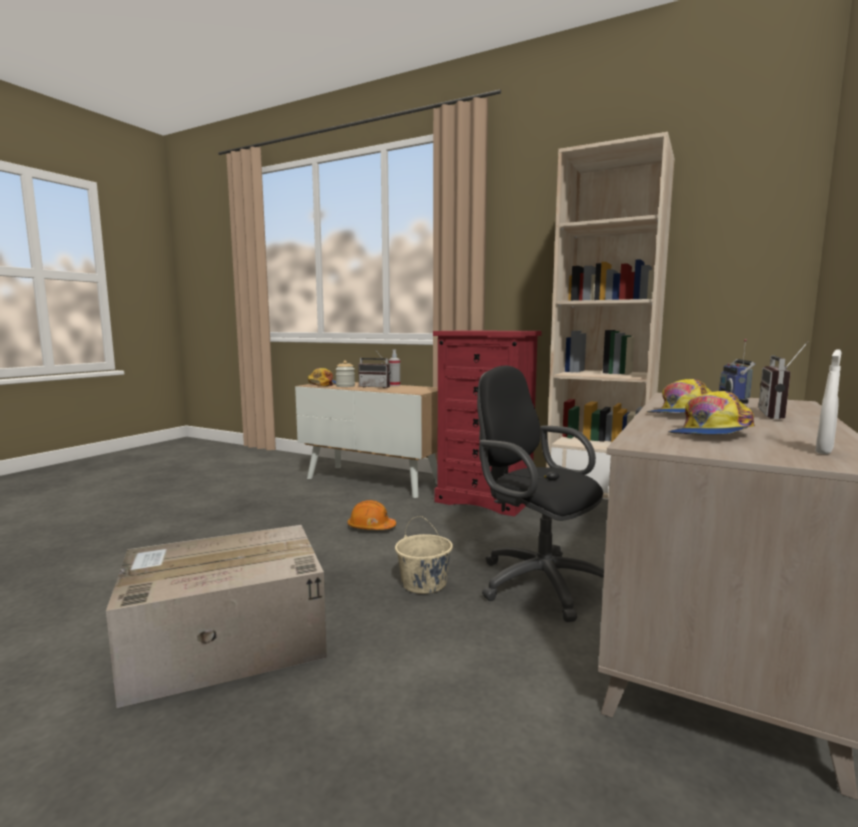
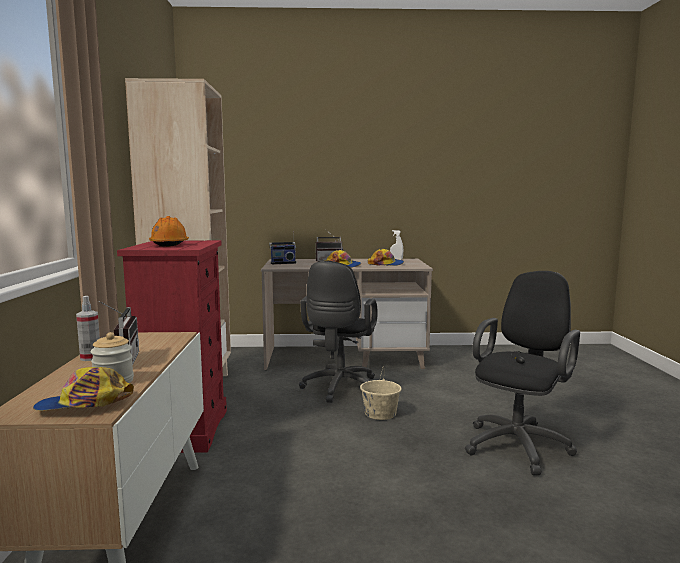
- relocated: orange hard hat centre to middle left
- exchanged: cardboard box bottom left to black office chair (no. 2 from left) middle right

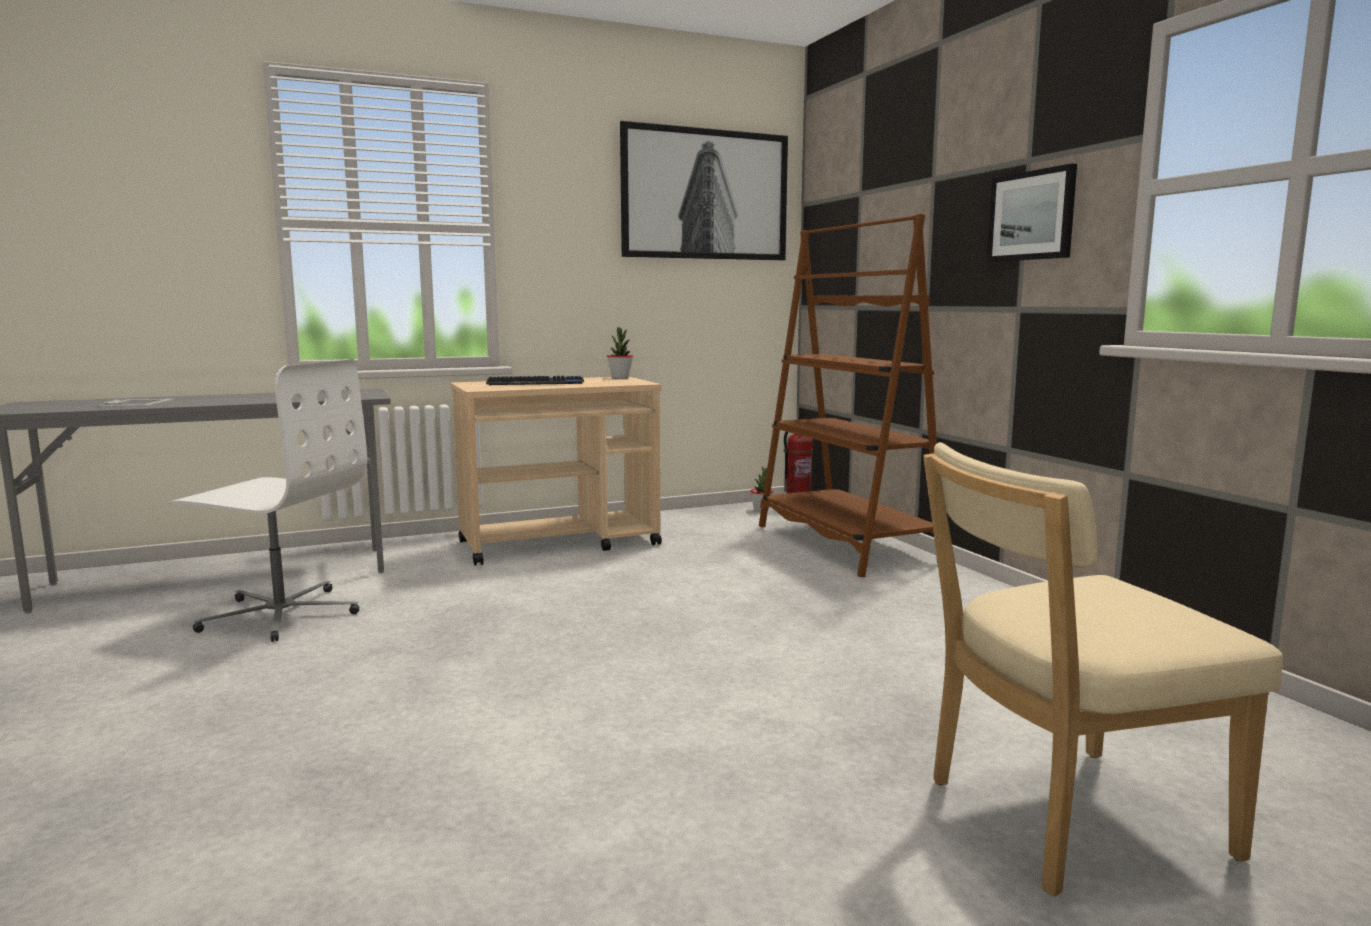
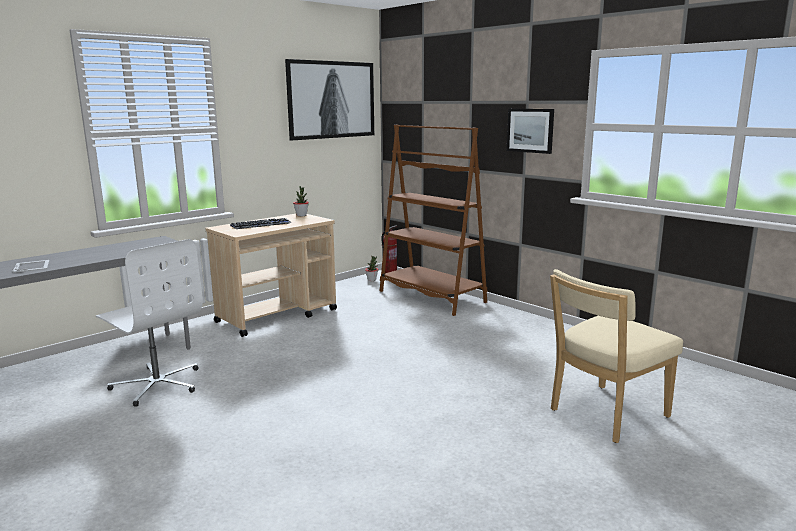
- spun: white office chair middle left = middle left 45 degrees clockwise

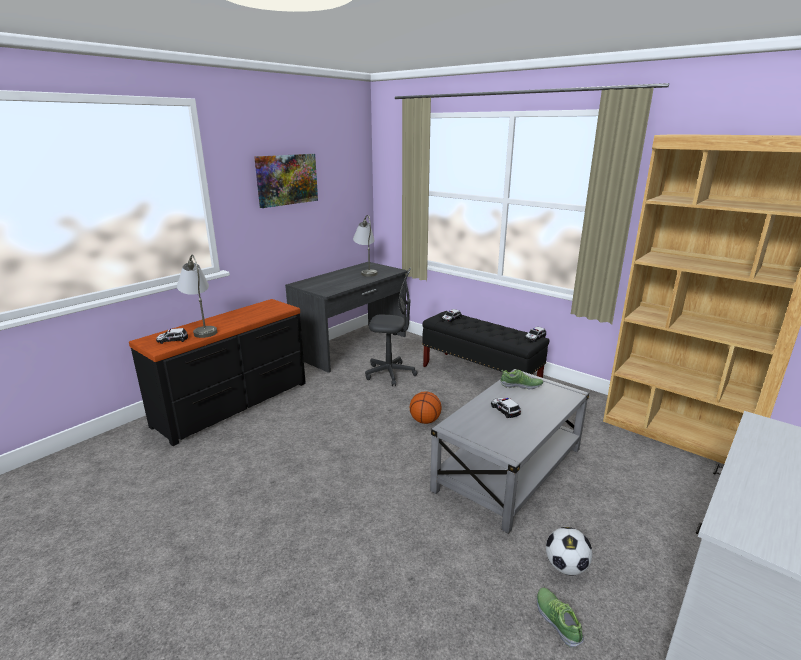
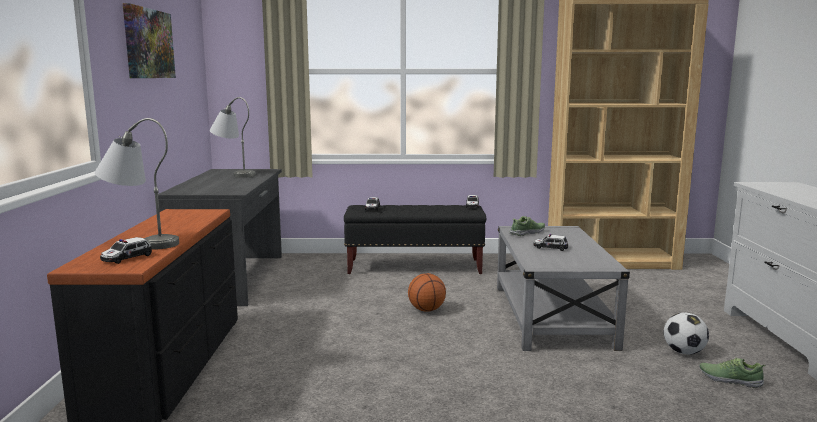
- missing: grey office chair centre

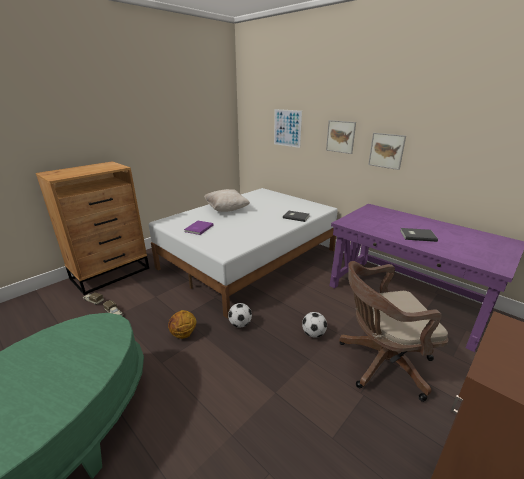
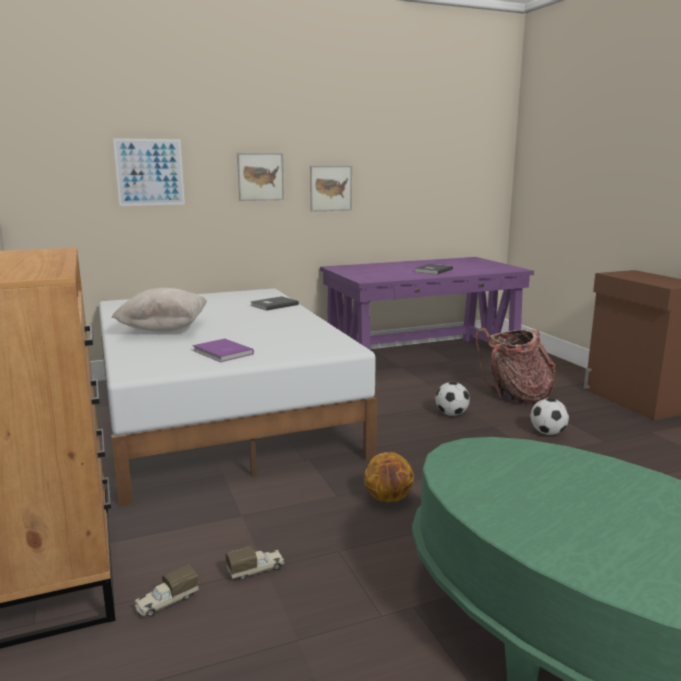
- relocated: football (no. 1 from left in the first image) centre to football (no. 2 from left) middle right
- exchanged: brown office chair bottom right to backpack middle right

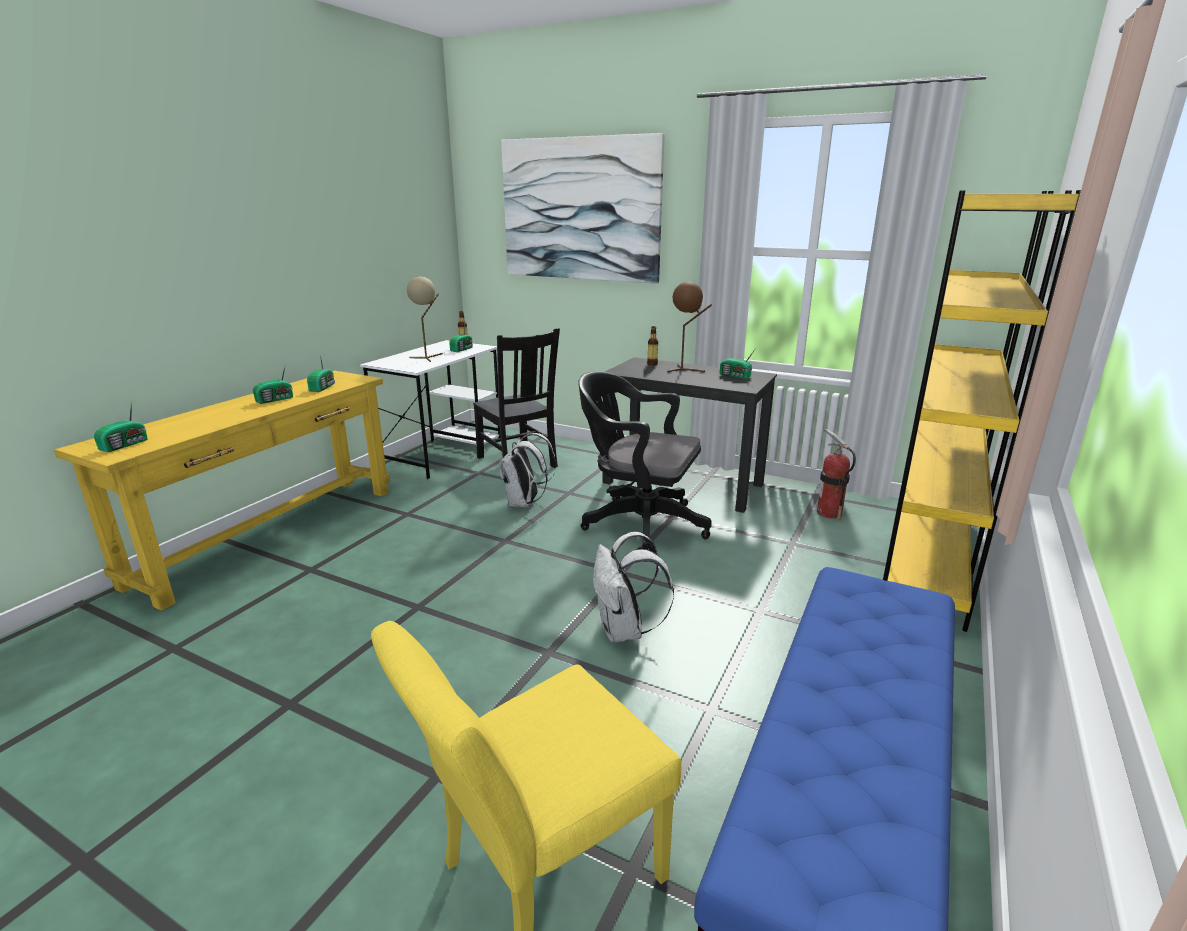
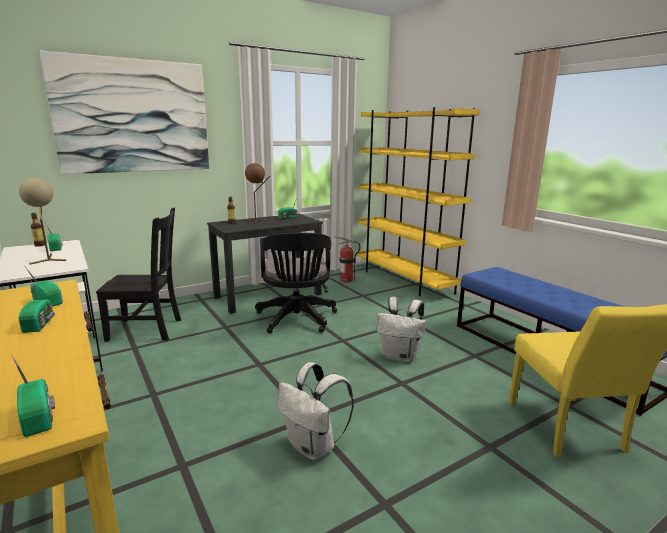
- relocated: white backpack (no. 1 from left) centre to bottom centre
- spun: black office chair centre = centre 60 degrees counterclockwise

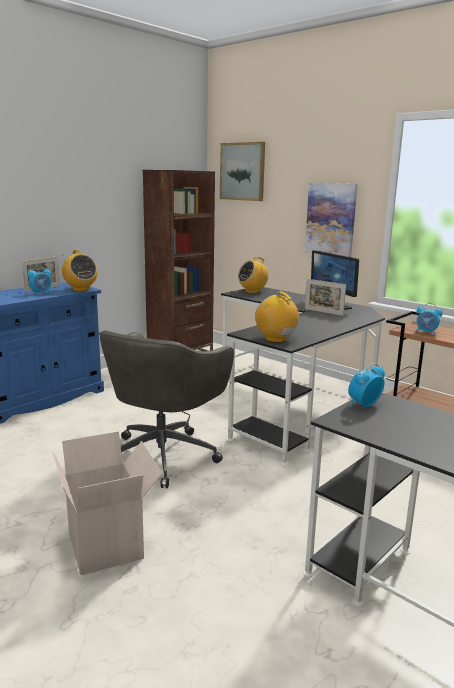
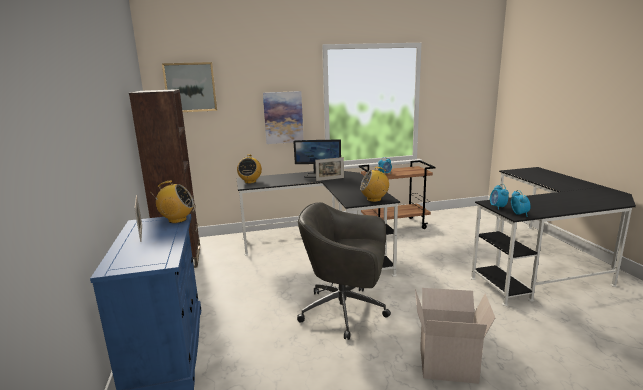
- relocated: alarm clock (no. 1 from left in the first image) middle left to alarm clock (no. 3 from left) middle right
- spun: grey office chair centre = bottom centre 135 degrees clockwise

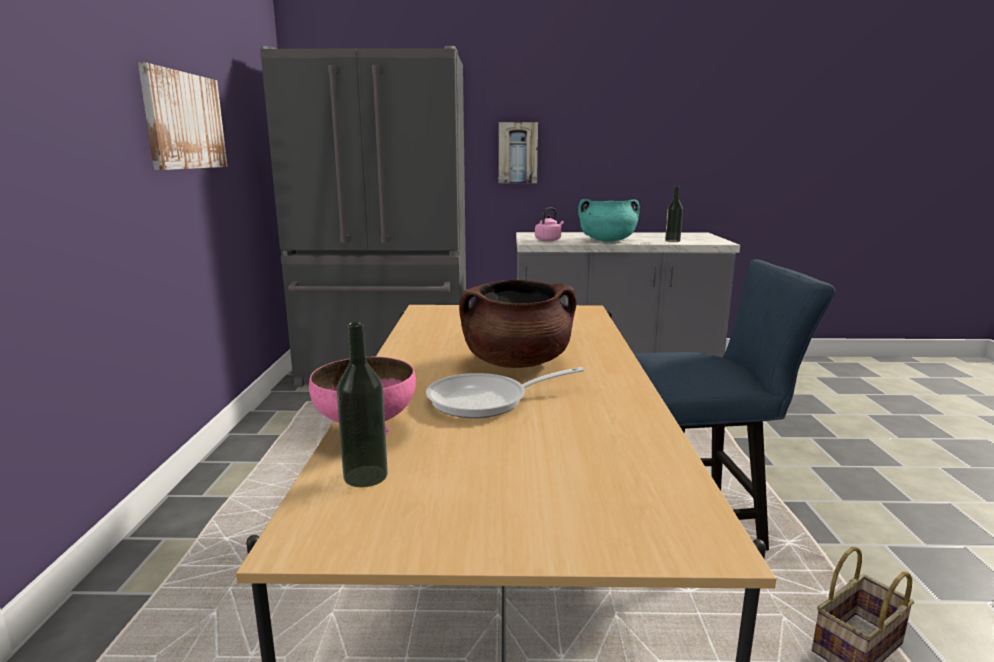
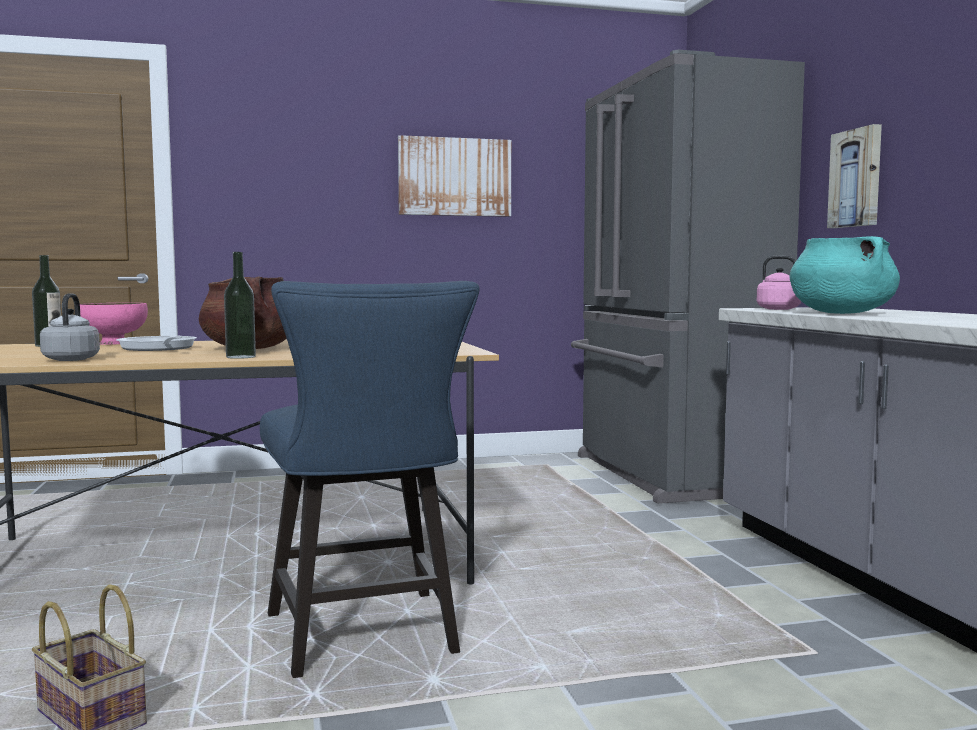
- appeared: grey kettle middle left
- relocated: bottle (no. 2 from left) top right to middle left

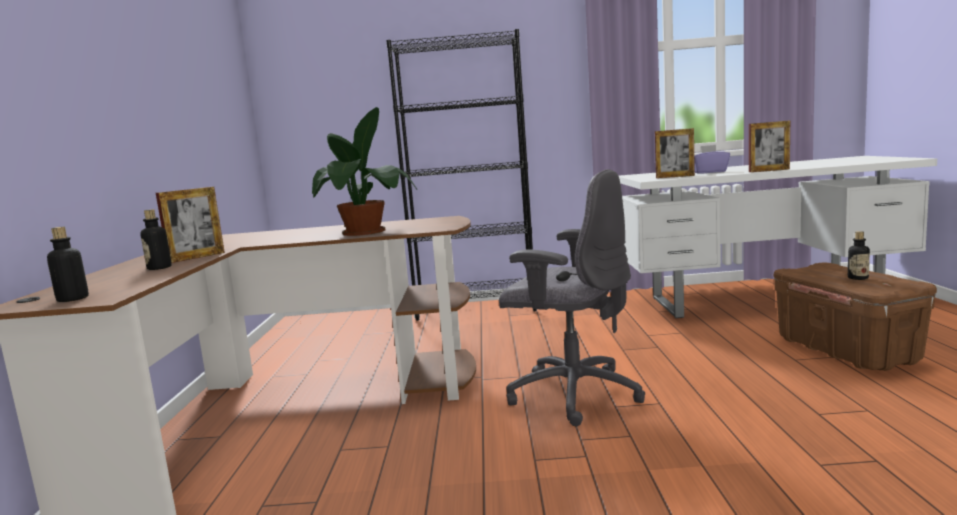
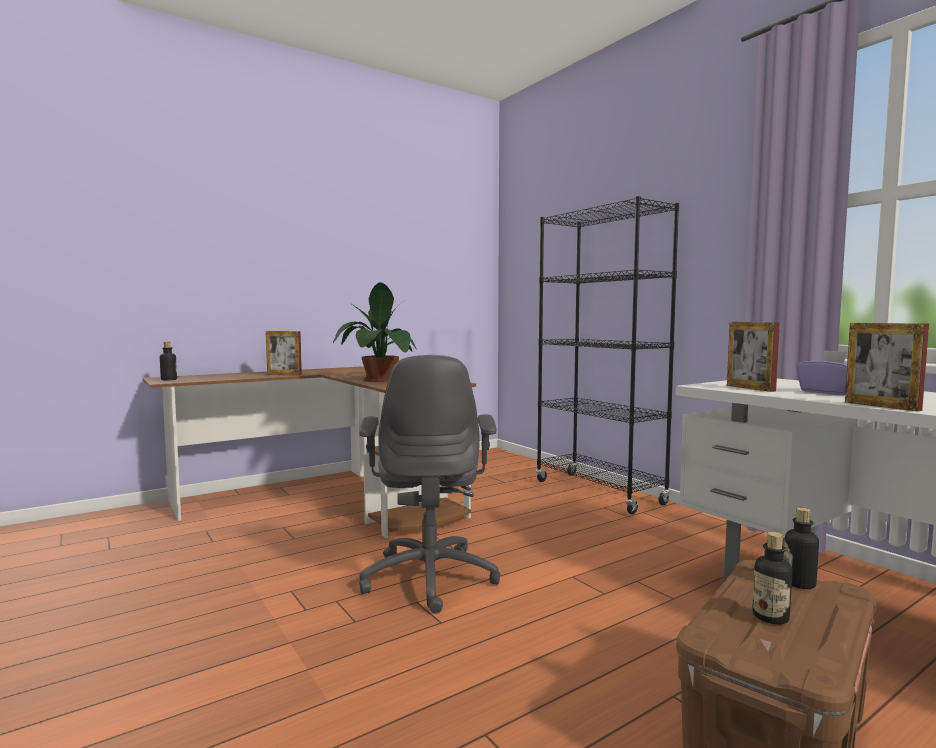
- relocated: bottle (no. 2 from left in the first image) middle left to bottle (no. 3 from left) bottom right

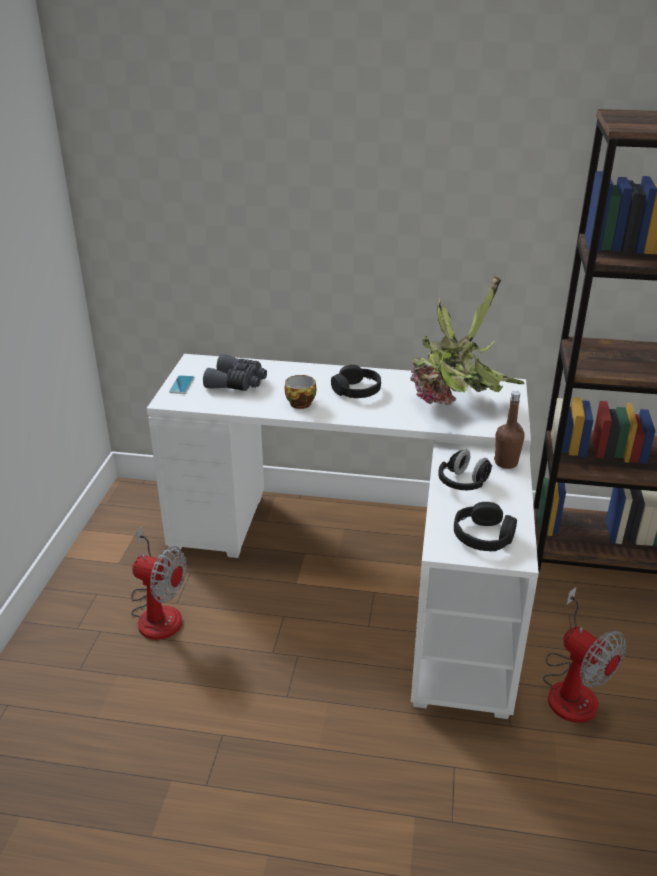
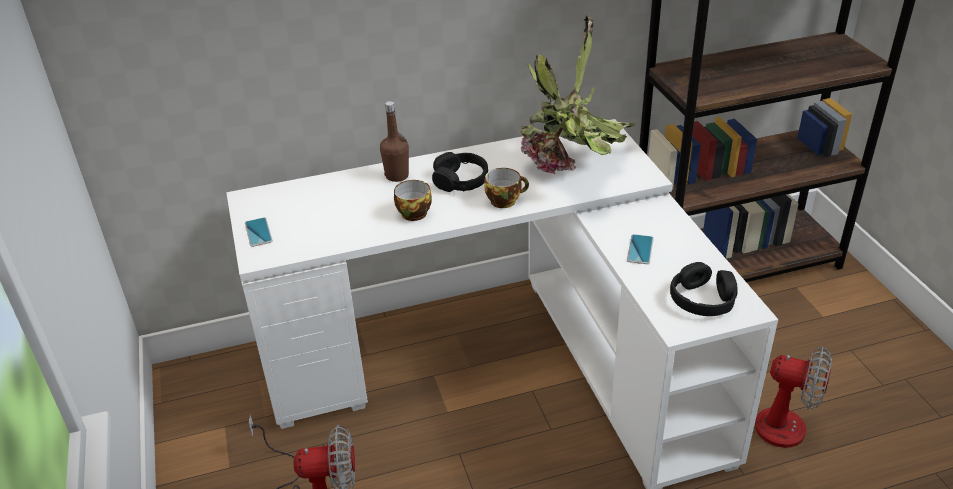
- missing: grey binoculars centre
- appeared: cup (no. 2 from left) centre
- relocated: brown bottle middle right to top centre
- exchanged: black headphones (no. 2 from left) middle right to phone (no. 2 from left) middle right

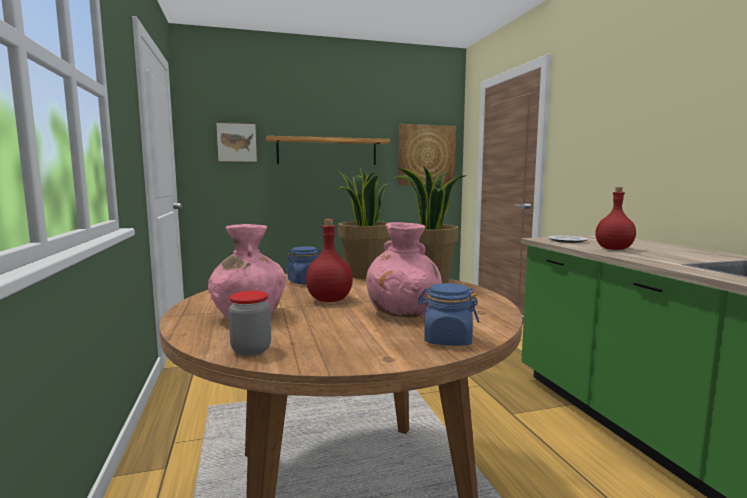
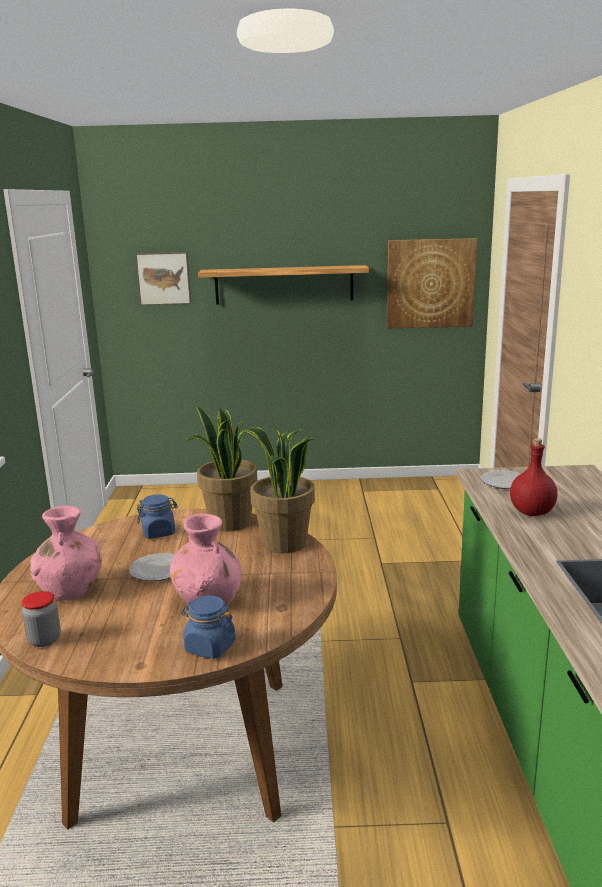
- exchanged: red bottle (no. 1 from left) centre to plate (no. 1 from left) middle left

